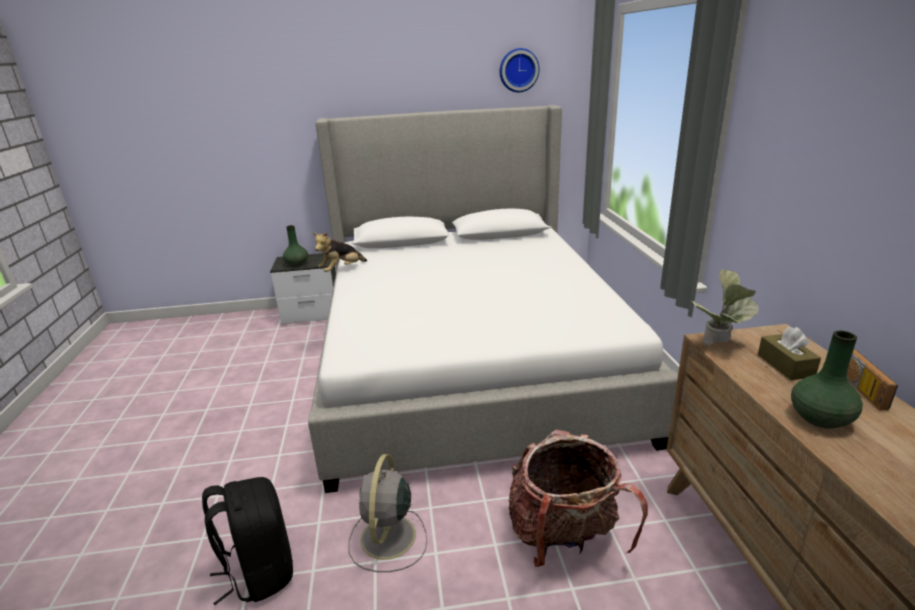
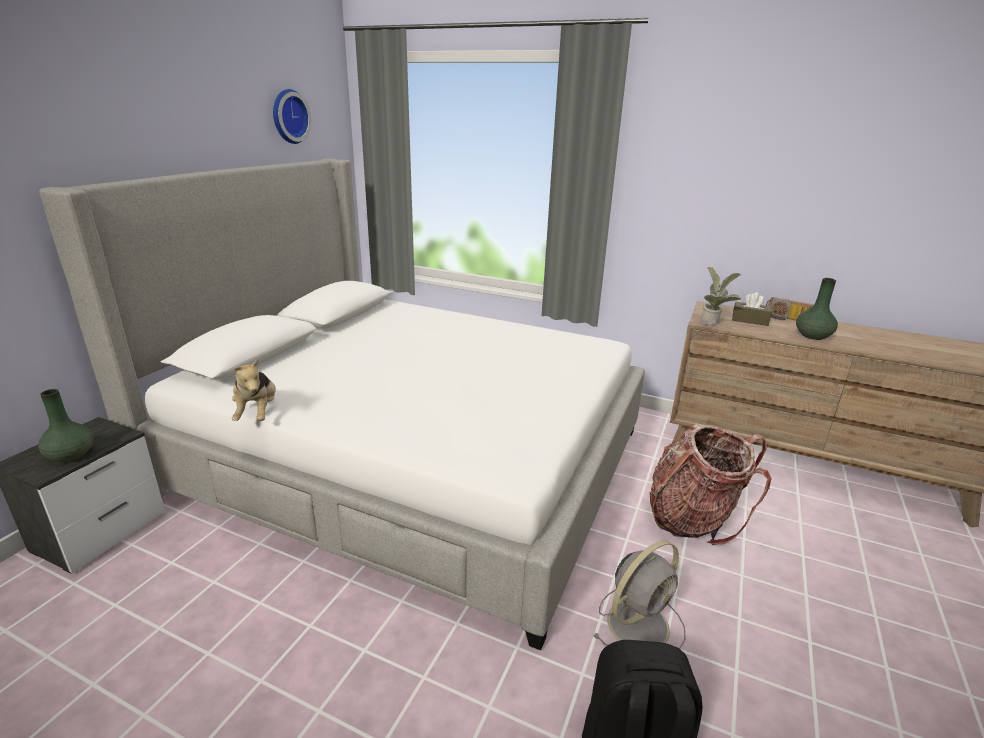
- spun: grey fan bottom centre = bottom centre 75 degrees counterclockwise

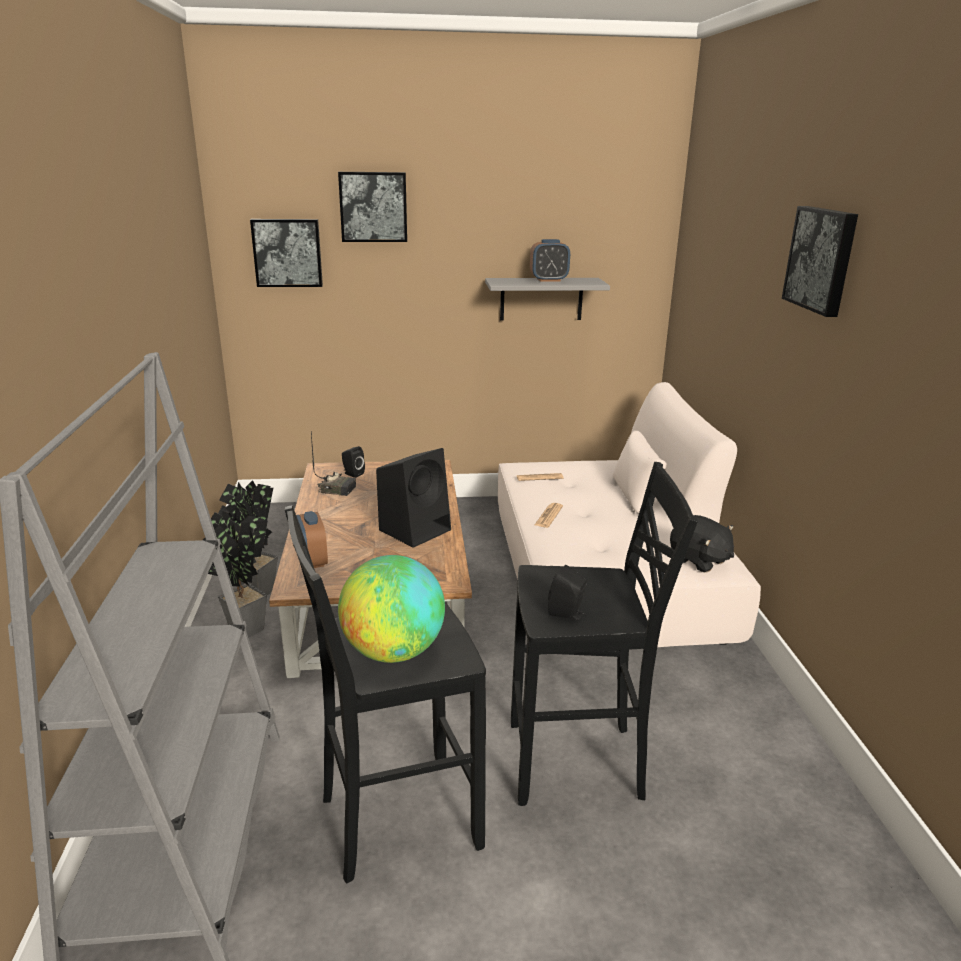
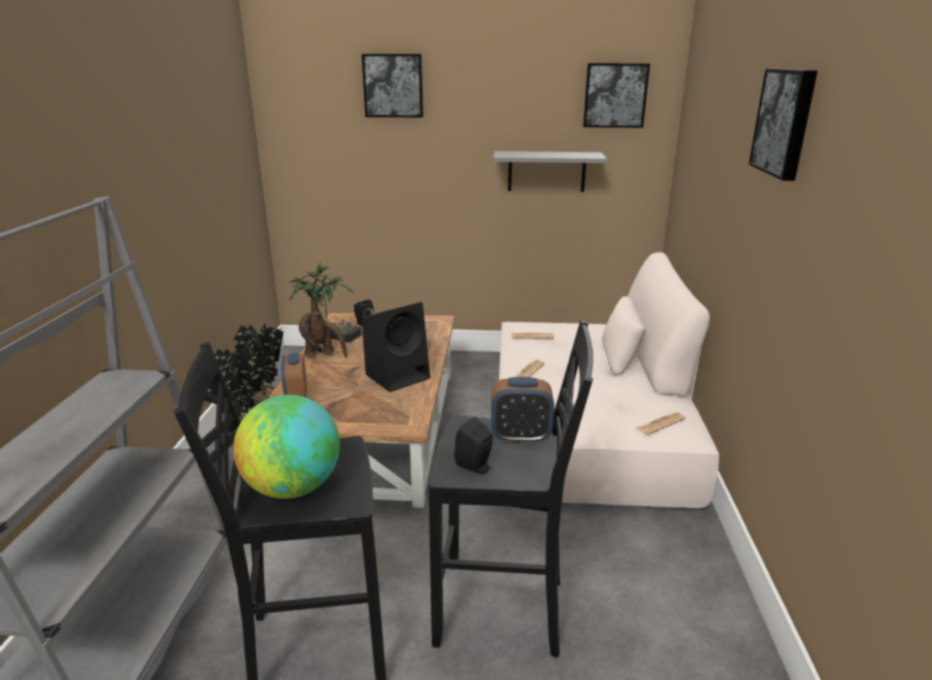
- appeared: potted plant (no. 3 from left) centre
- relocated: picture (no. 1 from left in the first image) top left to picture (no. 2 from left) top centre
- relocated: alarm clock (no. 2 from left) top centre to centre
- exchanged: black plush toy middle right to newspaper (no. 3 from left) middle right

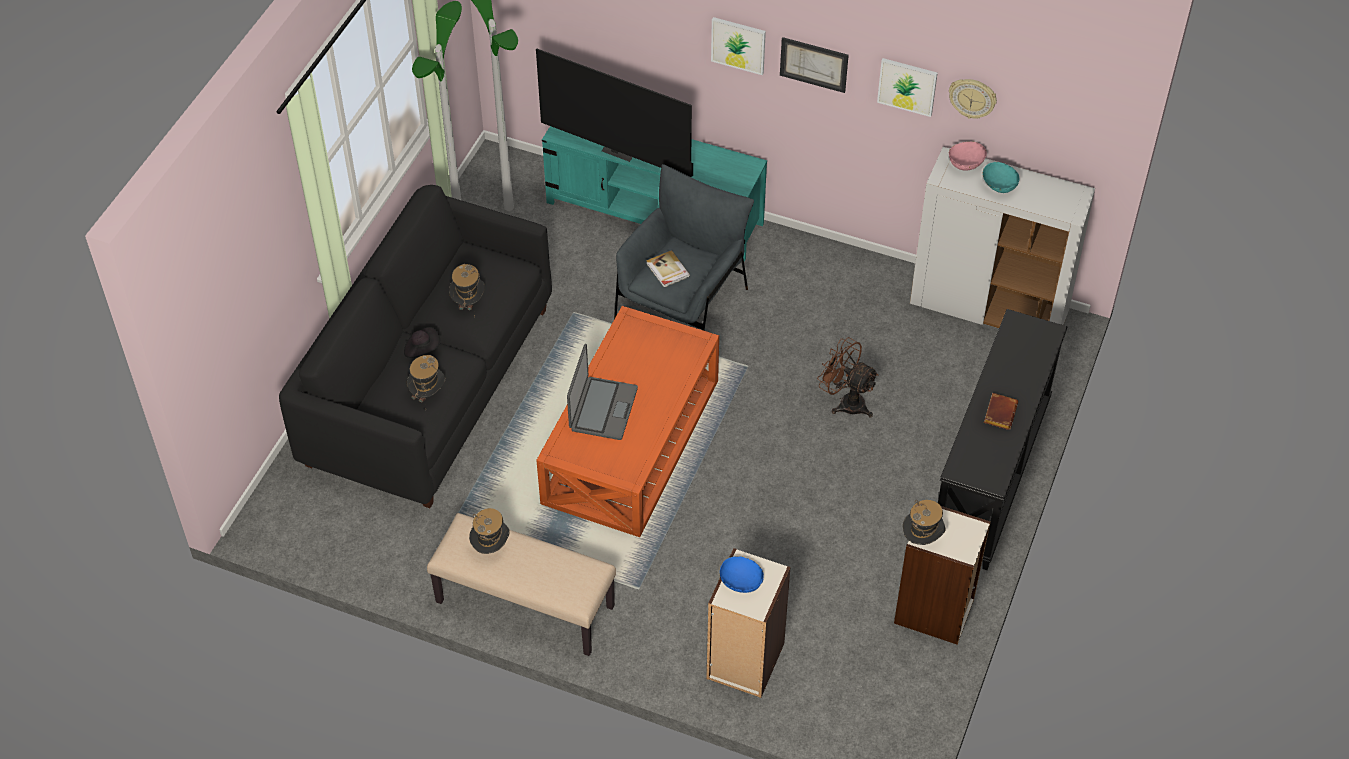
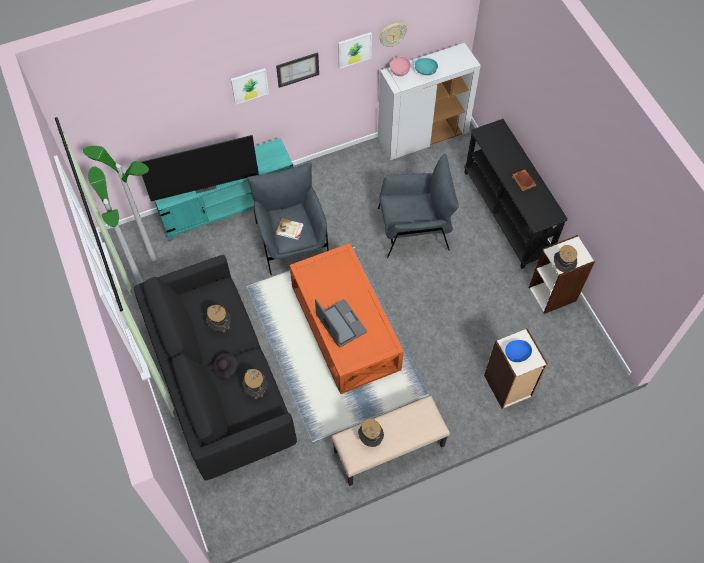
- exchanged: brown fan centre to grey armchair (no. 2 from left) centre

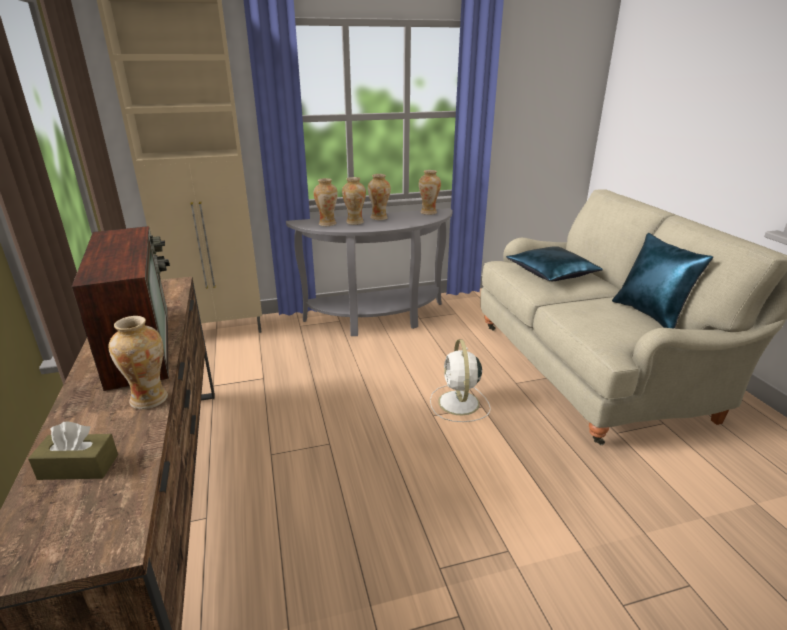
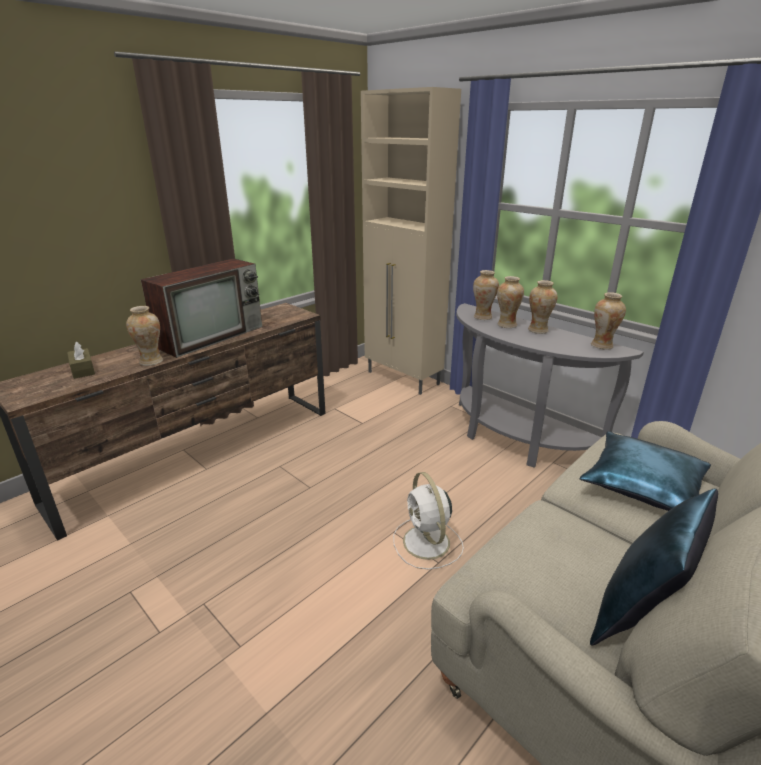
- spun: white fan centre = bottom centre 75 degrees counterclockwise

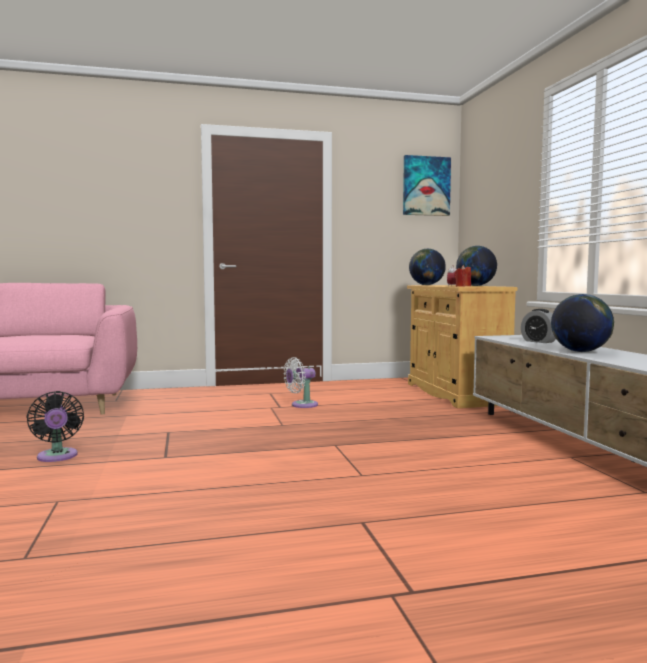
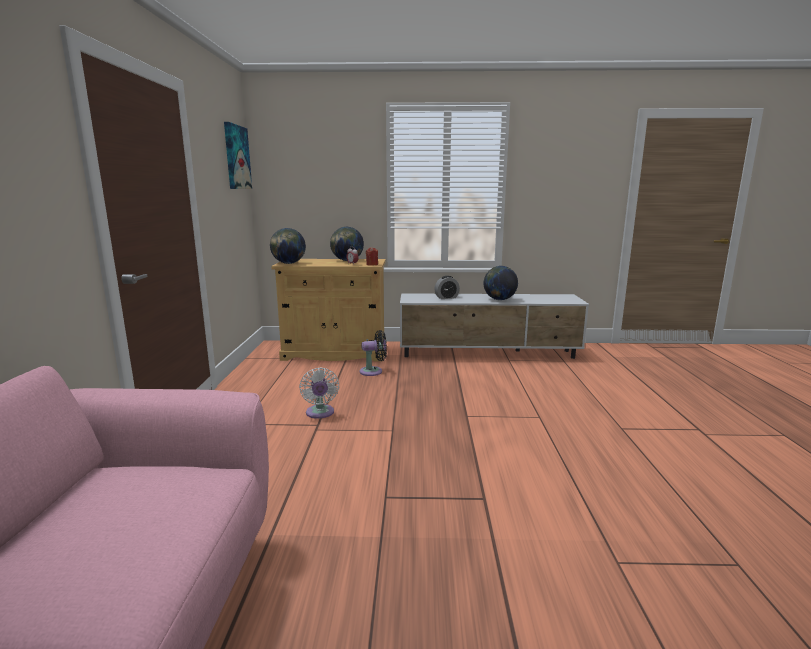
- relocated: black fan middle left to centre

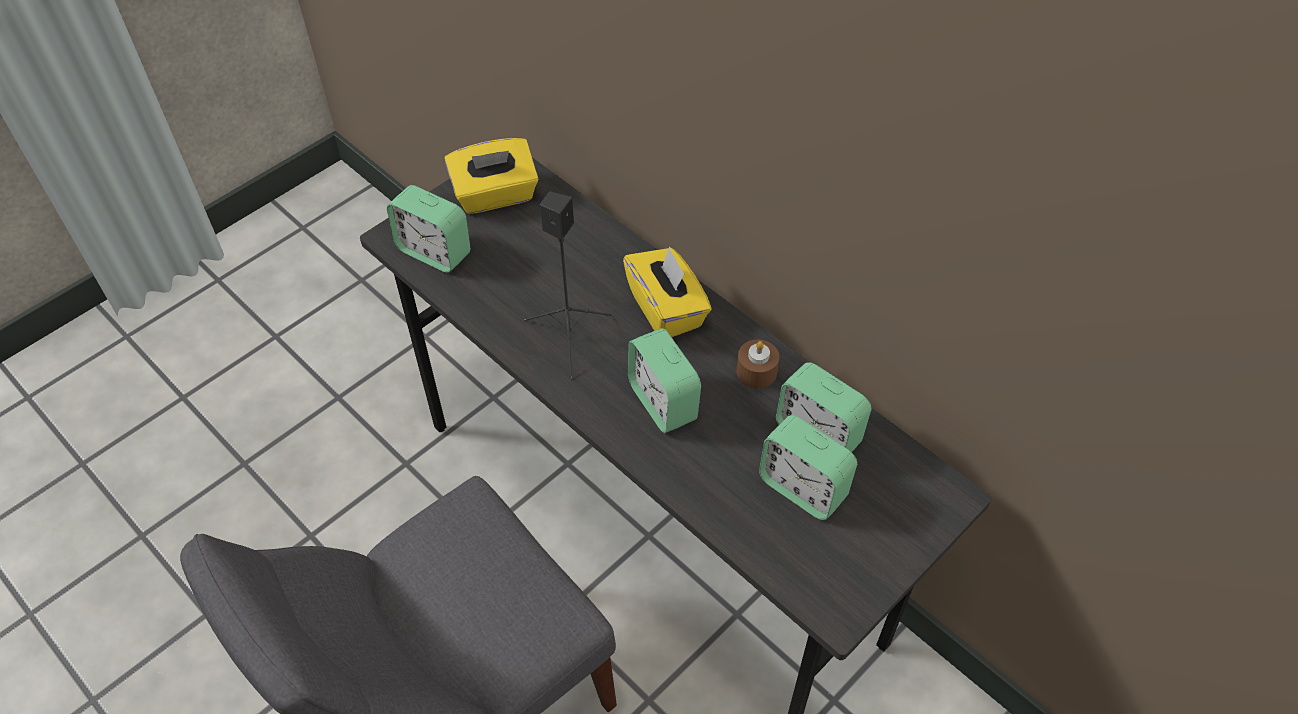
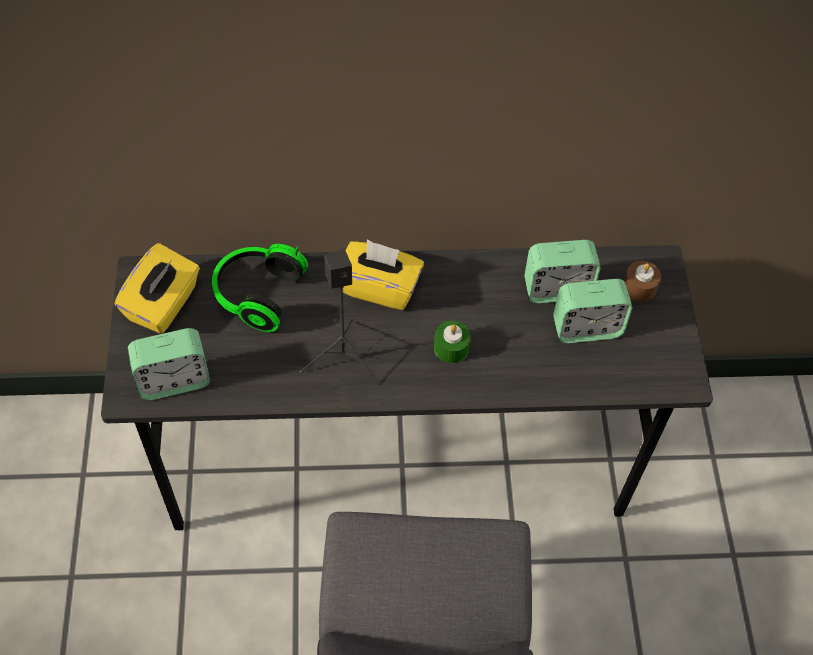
- appeared: headphones middle left
- relocated: brown candle centre to middle right
- exchanged: alarm clock (no. 2 from left) centre to green candle centre

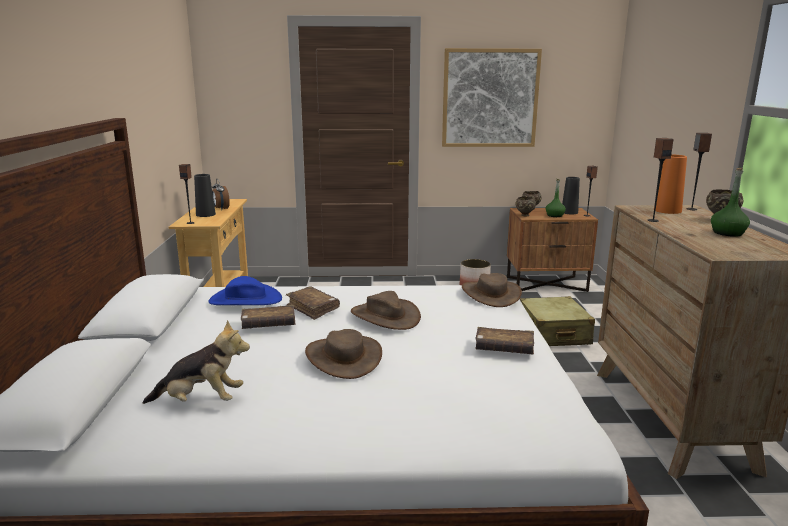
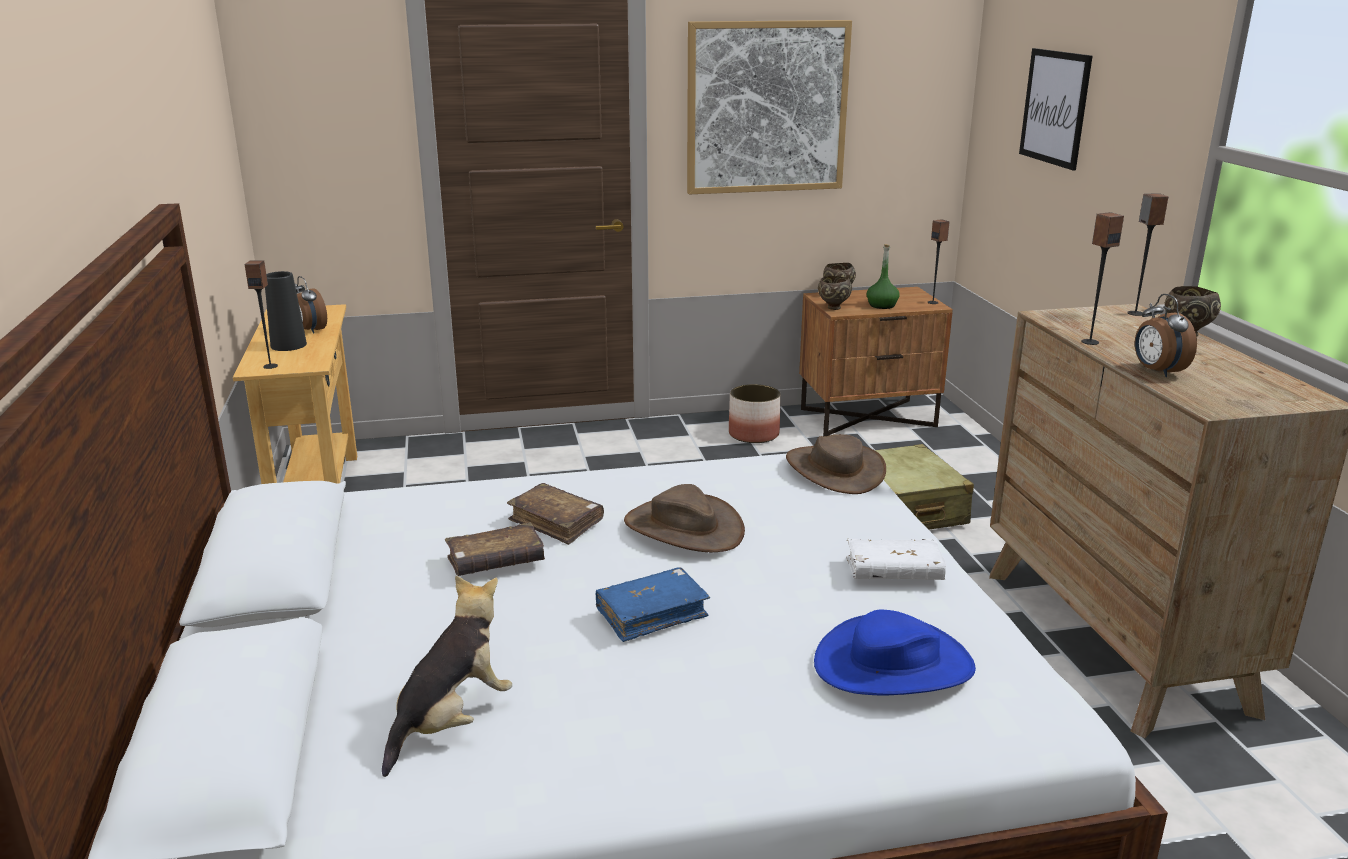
- missing: black vase (no. 2 from left) middle right
- missing: orange vase middle right
- missing: green bottle (no. 2 from left) middle right
- appeared: picture (no. 2 from left) top right
- appeared: alarm clock (no. 2 from left) middle right
- relocated: blue hat middle left to bottom centre
- exchanged: brown hat (no. 1 from left) bottom centre to blue book bottom centre
- colour: brown book (no. 3 from left) centre to white book centre
- spun: plush toy bottom left = bottom left 45 degrees counterclockwise

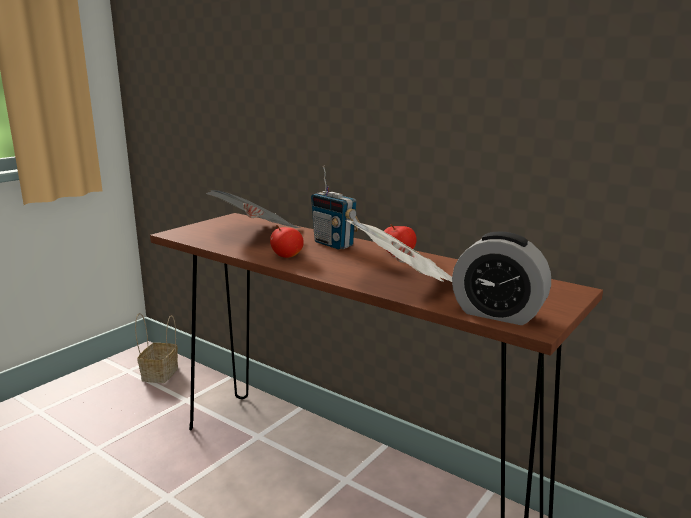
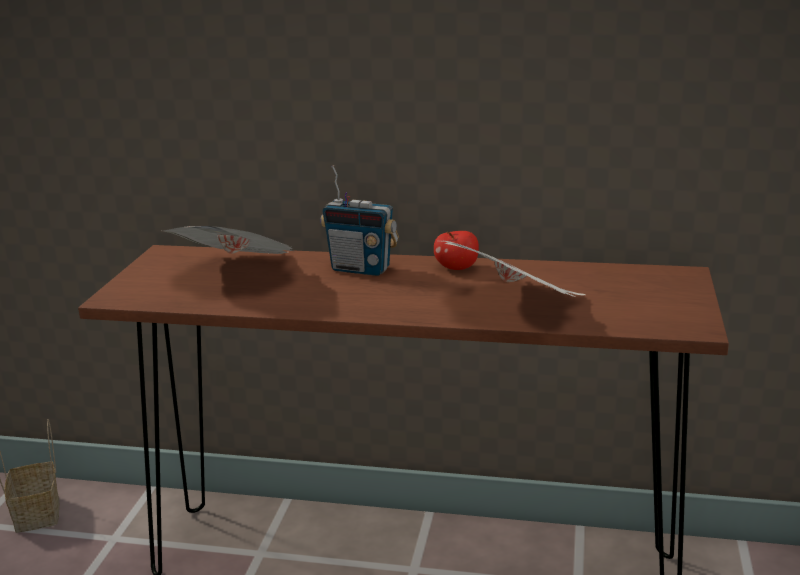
- missing: apple (no. 1 from left) centre
- missing: alarm clock middle right

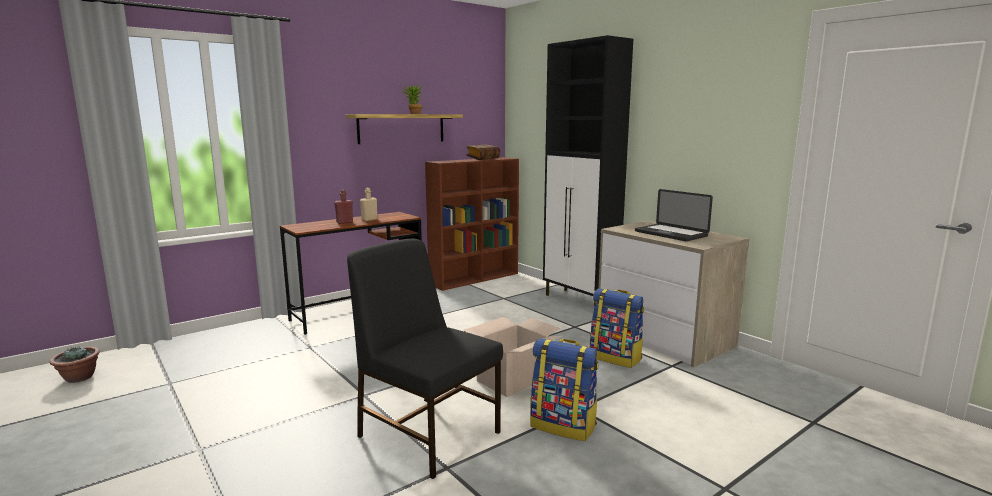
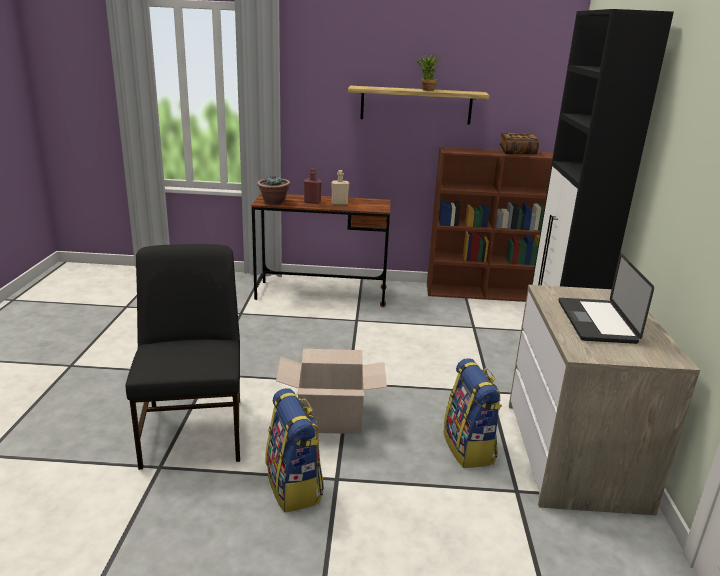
- relocated: potted plant (no. 1 from left) bottom left to top centre

